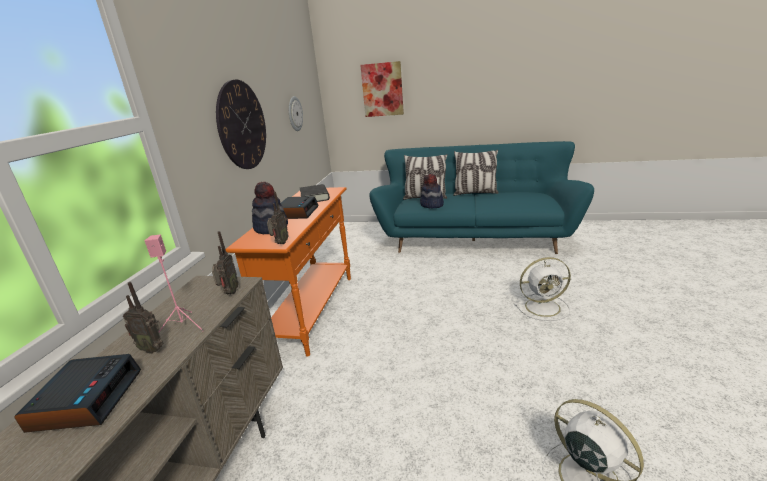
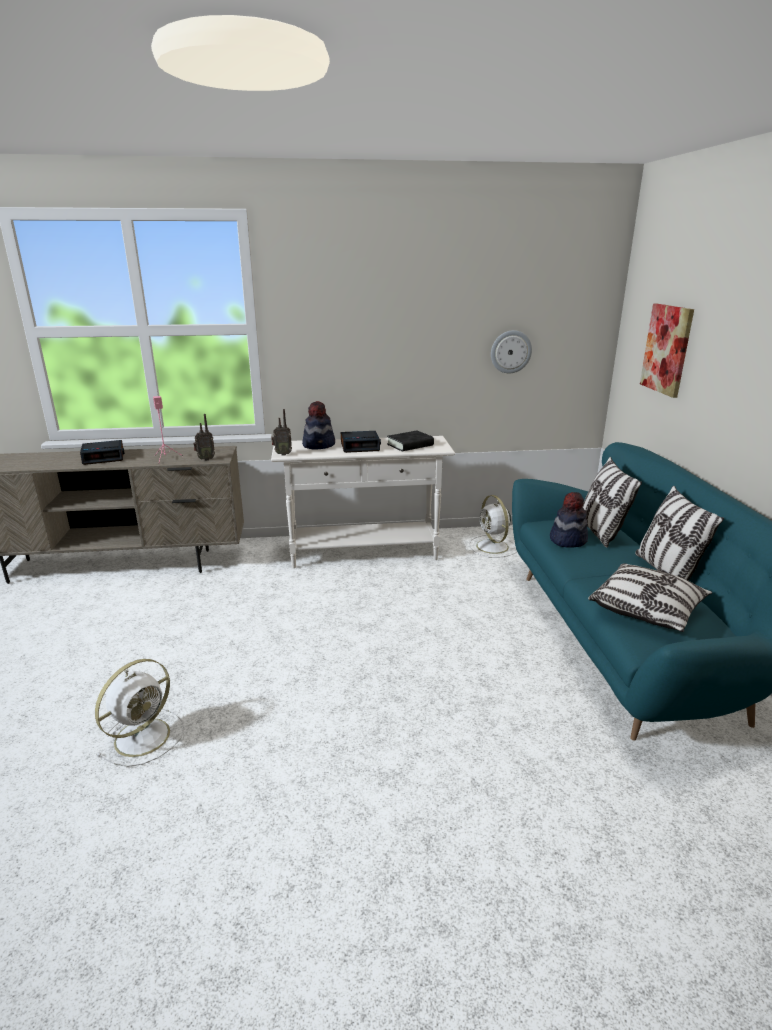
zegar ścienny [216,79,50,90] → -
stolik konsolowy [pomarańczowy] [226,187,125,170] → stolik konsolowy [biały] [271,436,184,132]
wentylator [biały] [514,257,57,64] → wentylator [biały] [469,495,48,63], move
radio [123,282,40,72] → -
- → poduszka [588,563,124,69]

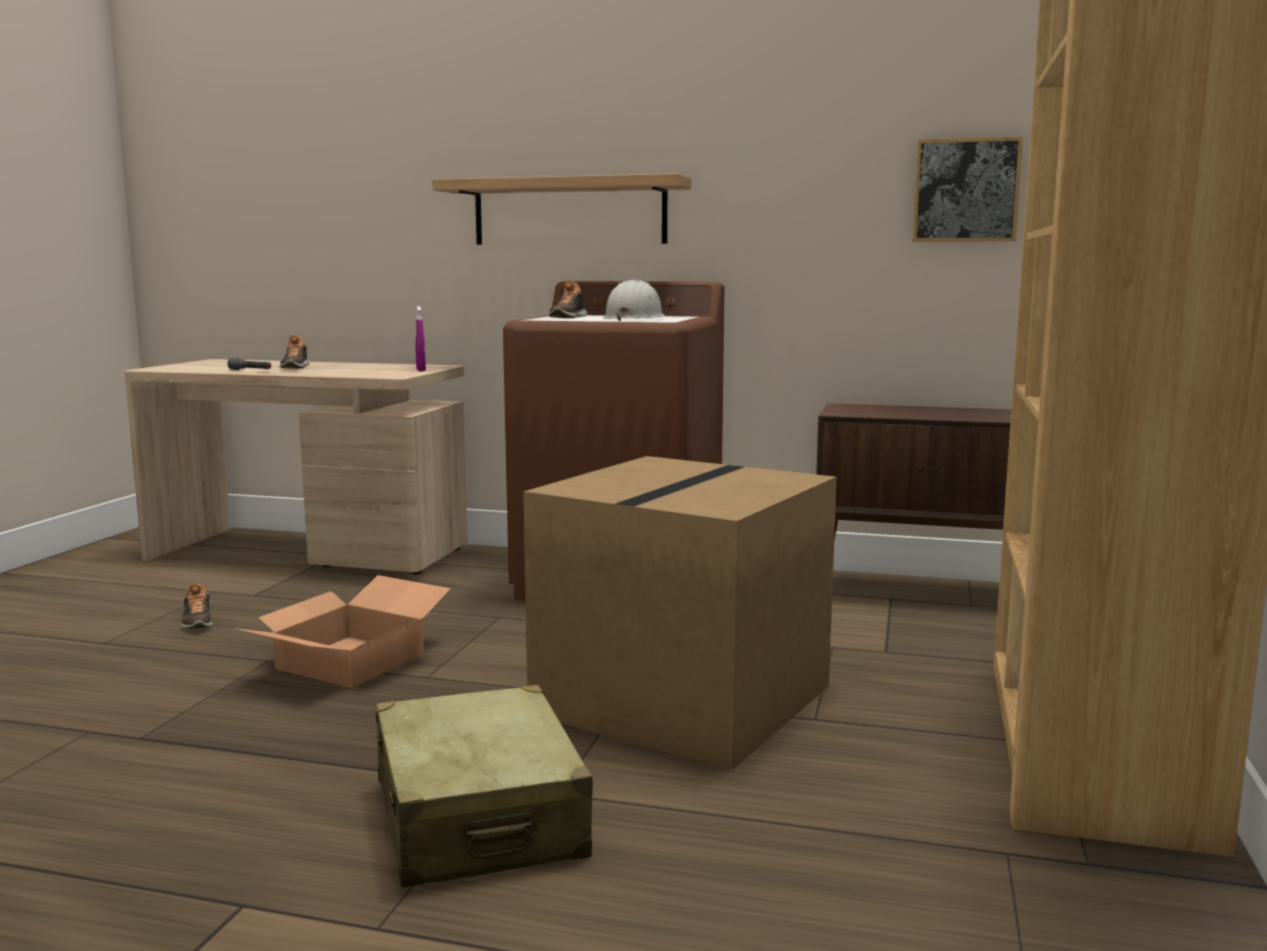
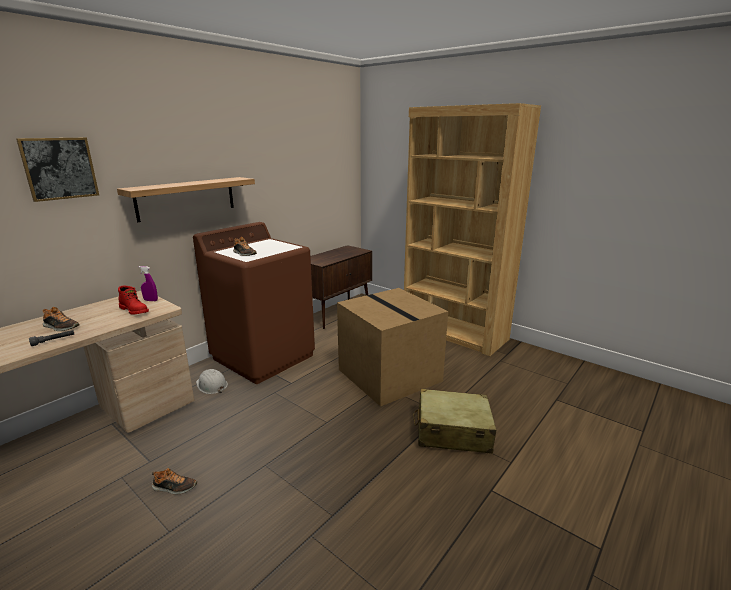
obraz [913,136,110,106] → obraz [16,137,83,65], move
kask [biały] [603,280,62,41] → kask [biały] [196,369,32,25], move
karton [233,575,218,113] → -
- → but z cholewką [czerwony] [118,286,31,29]

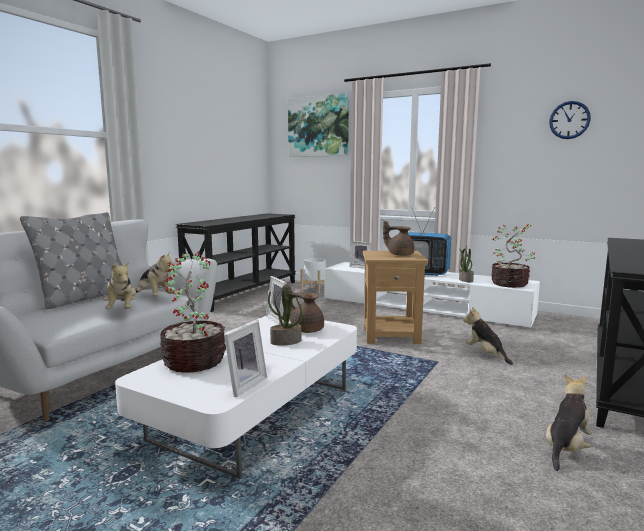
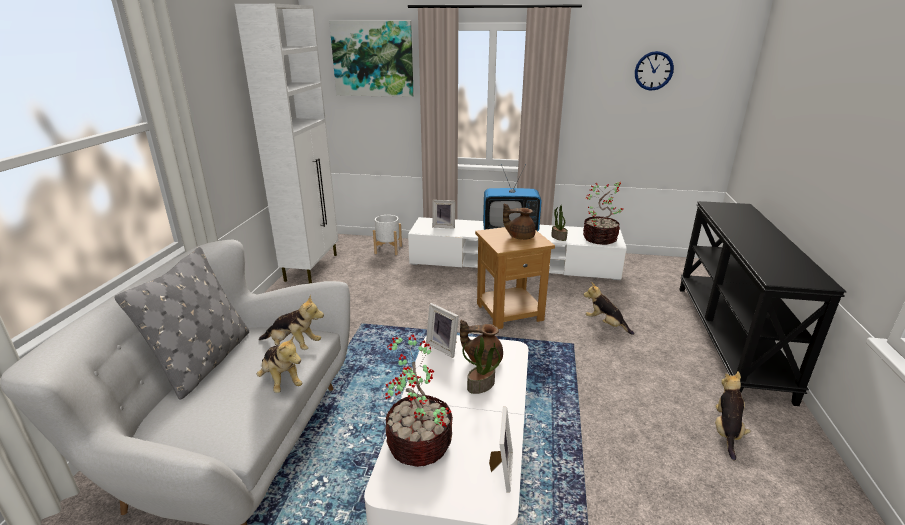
stolik konsolowy [czarny] [176,213,120,99] → szafka [biały] [235,4,103,279]

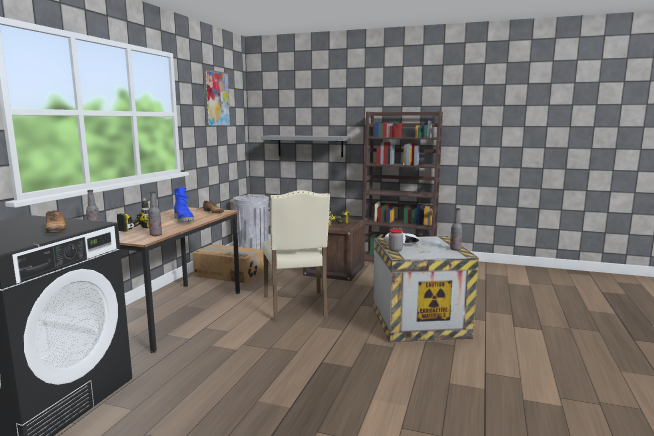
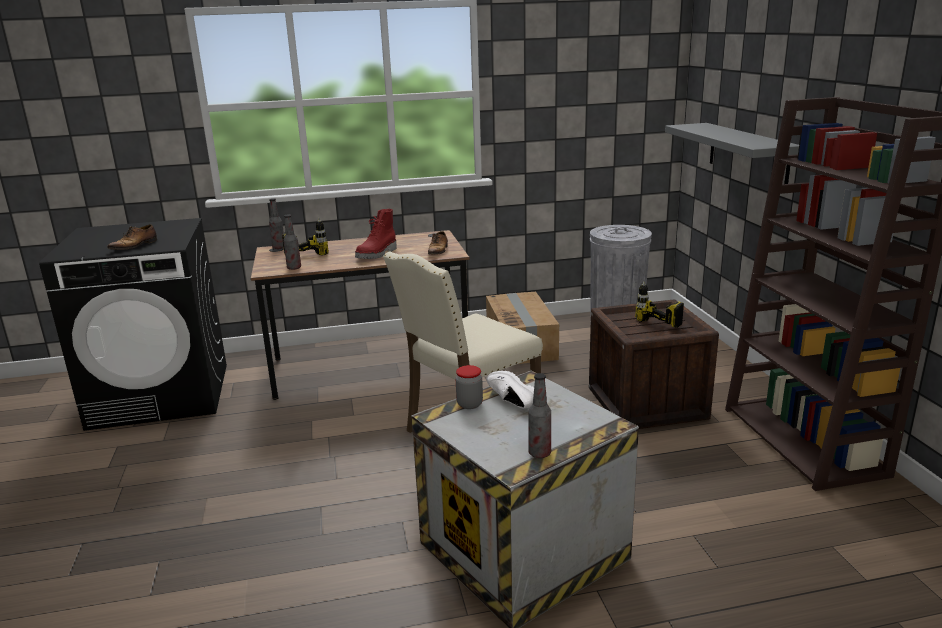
obraz [203,69,27,58] → -
but z cholewką [niebieski] [174,187,20,35] → but z cholewką [czerwony] [355,209,42,50]

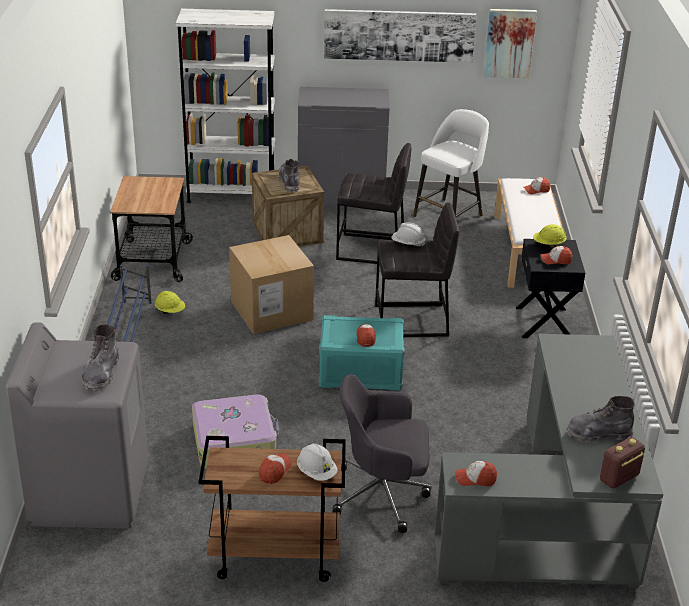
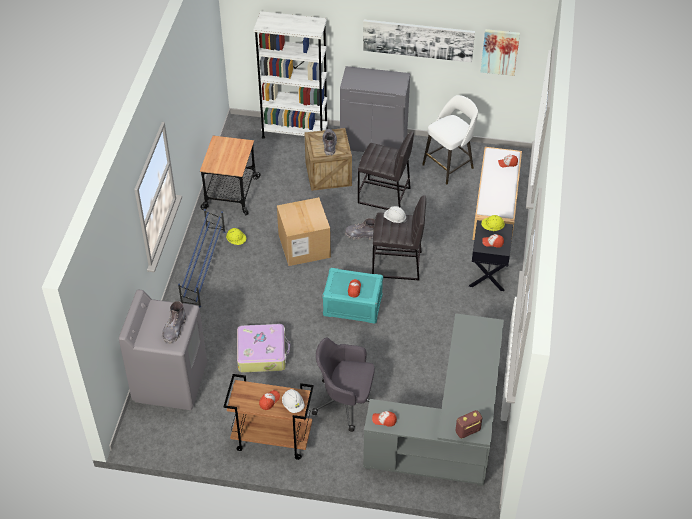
but z cholewką [szary] [567,396,68,47] → but z cholewką [szary] [345,218,30,22], move

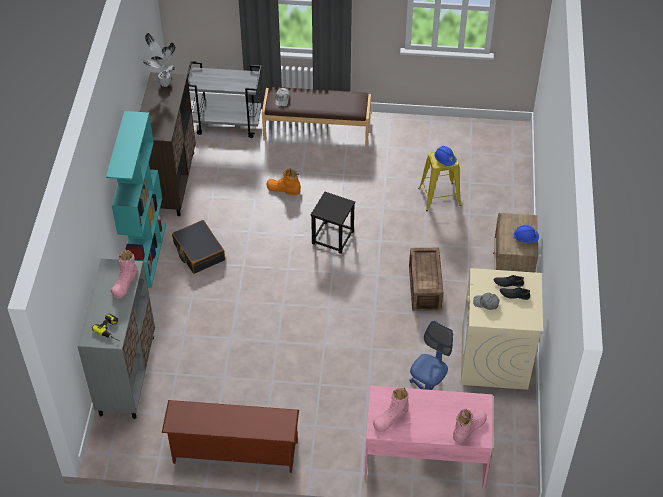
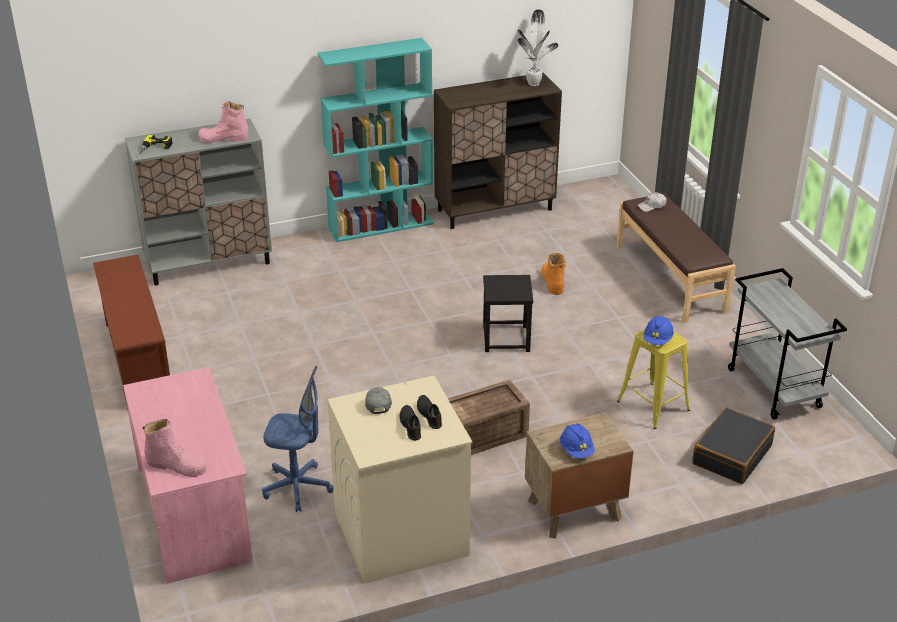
wózek [szary] [187,61,75,77] → wózek [szary] [728,268,119,152], move
walizka [czarny] [172,220,53,54] → walizka [czarny] [692,408,83,76], move
but z cholewką [różowy] [373,388,36,44] → -

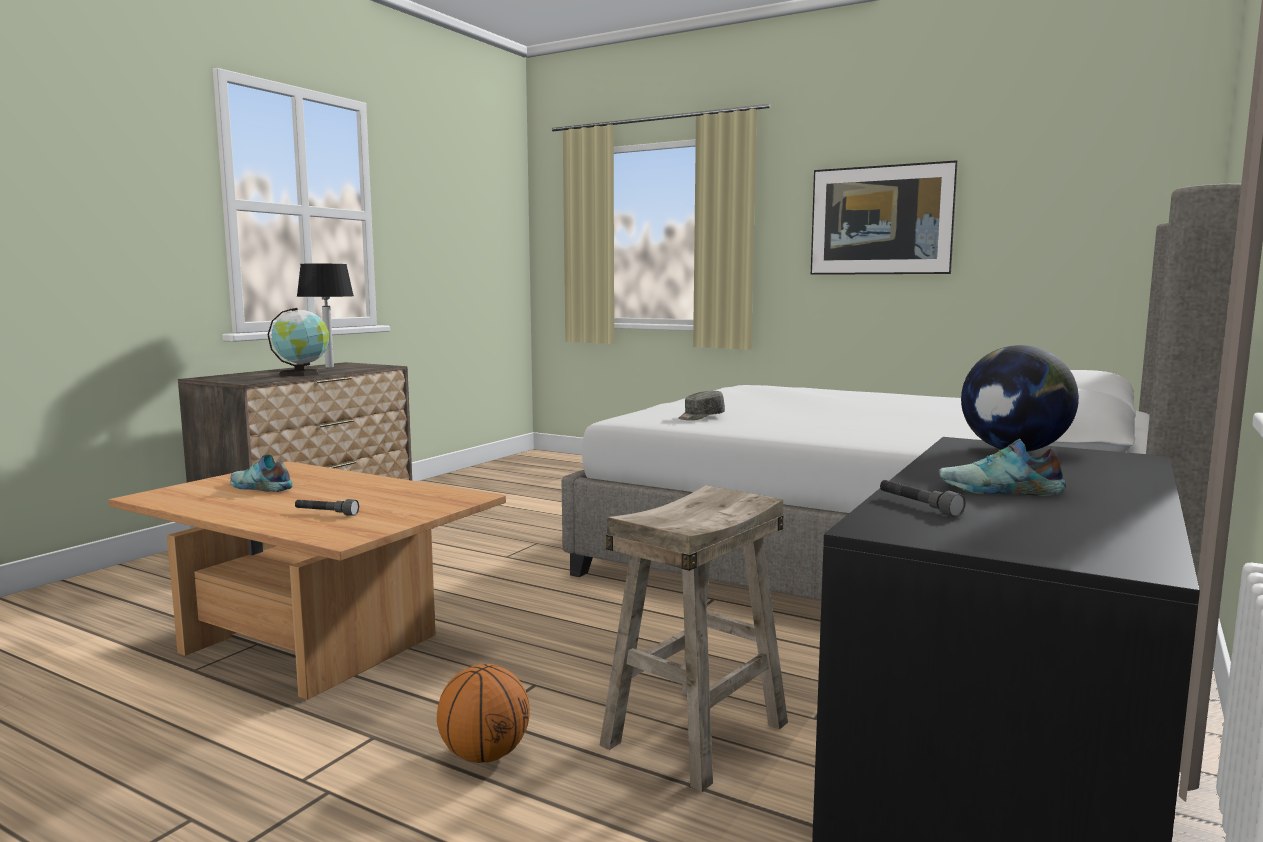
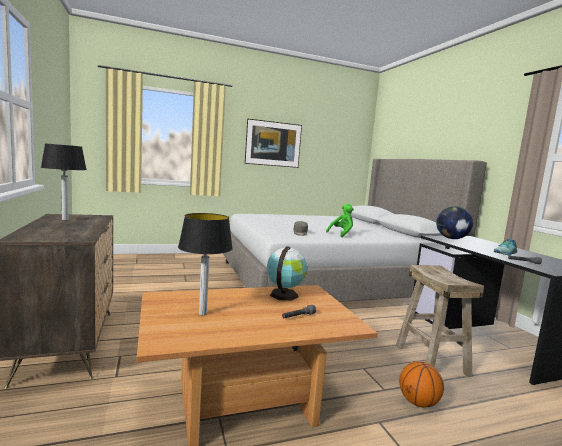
globus [267,308,62,68] → globus [267,246,40,55], move
but [230,454,63,38] → lampa stołowa [178,213,55,102]
- → pluszak [zielony] [326,204,28,33]

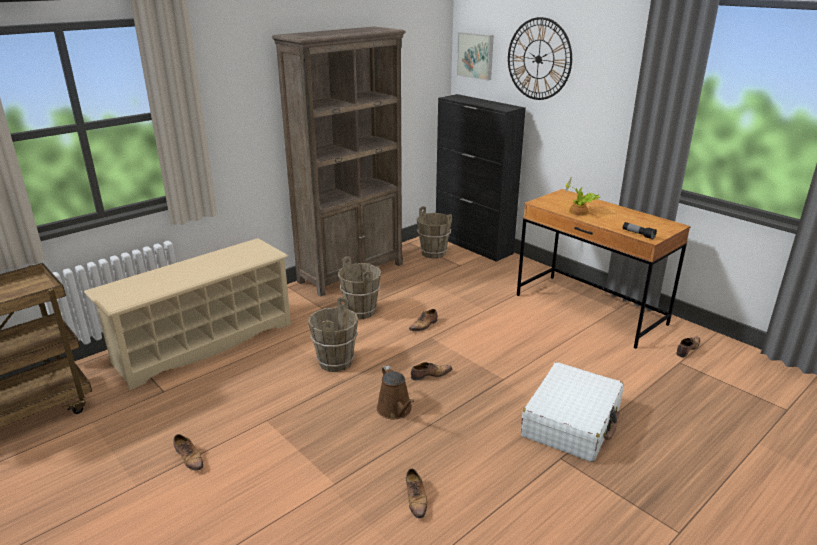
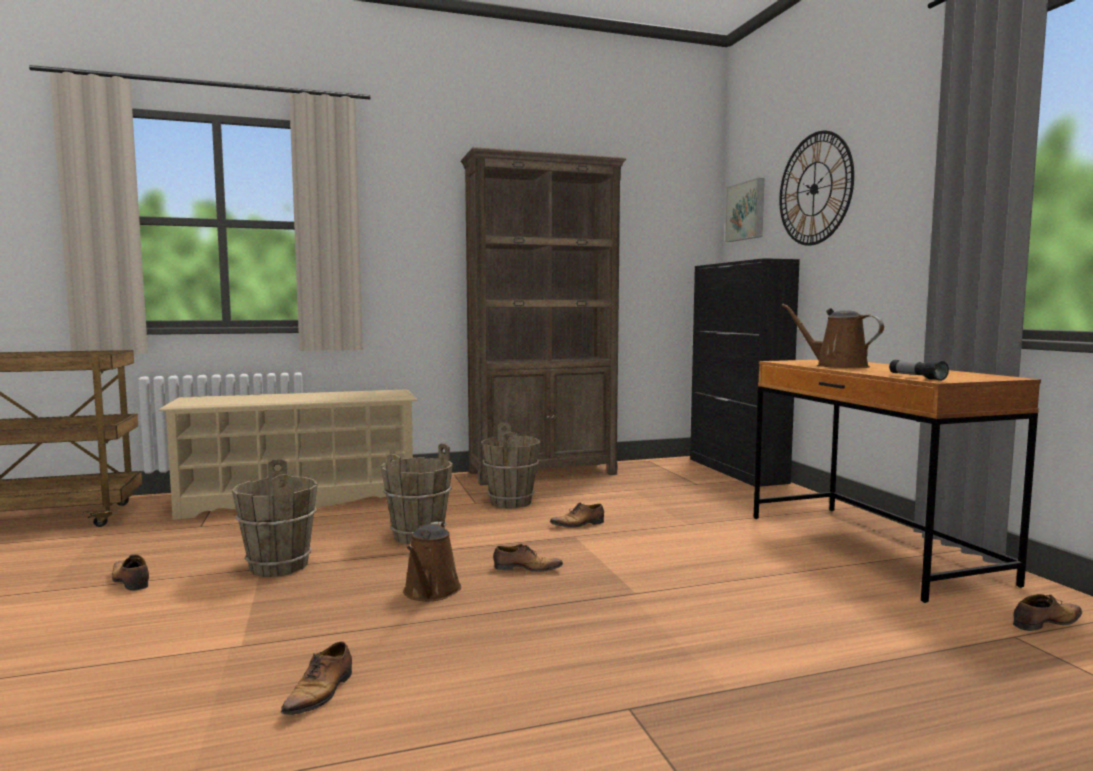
roślina doniczkowa [565,178,35,38] → konewka [brązowy] [781,304,103,64]
wiadro [brązowy] [417,206,35,52] → wiadro [brązowy] [232,459,86,118], move
walizka [biały] [521,362,103,100] → -
but [173,434,30,37] → but [112,554,37,37], 150 degrees clockwise

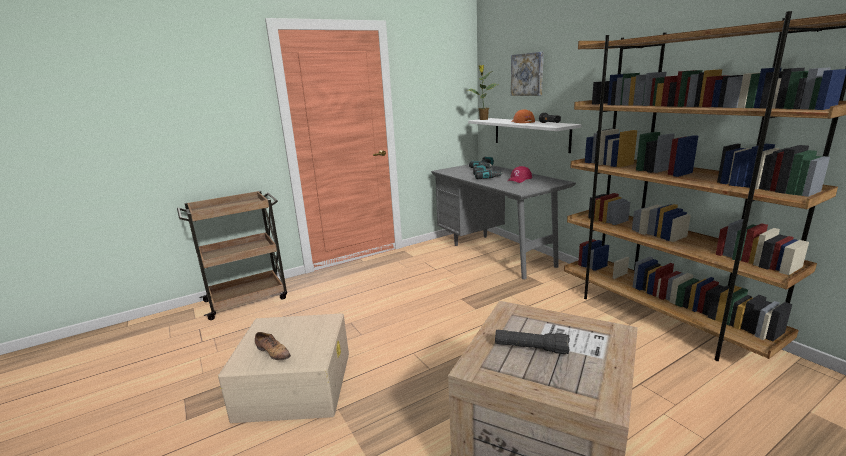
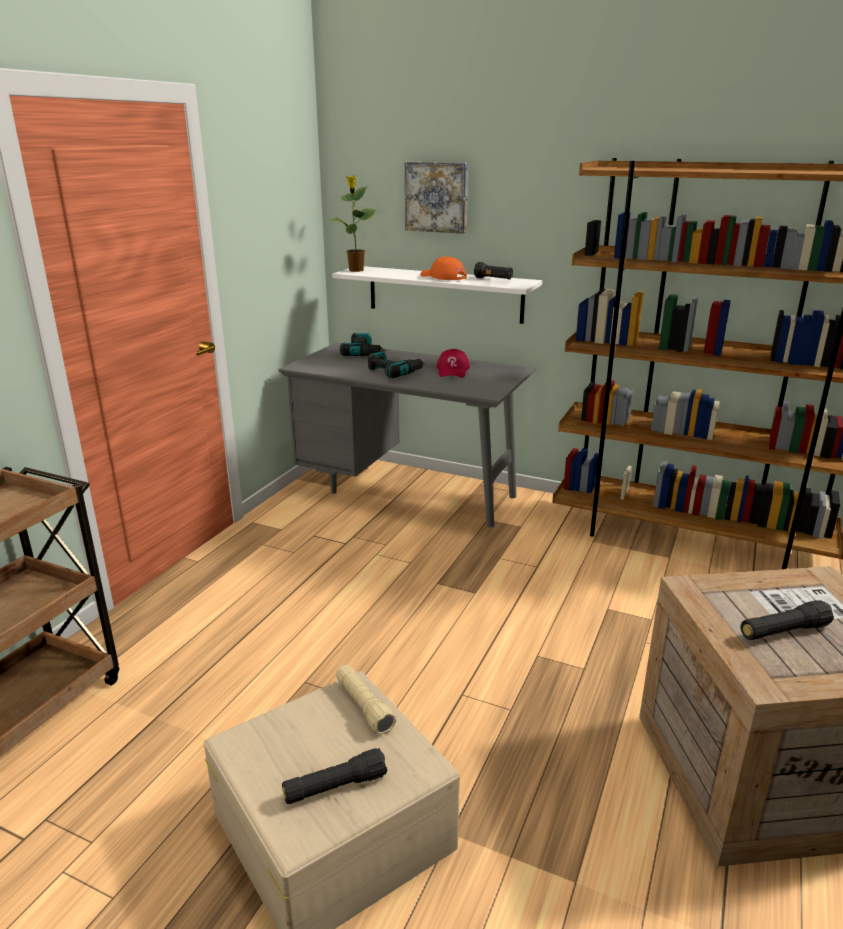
but [255,332,36,28] → latarka [czarny] [282,748,105,56]
- → latarka [beżowy] [336,665,60,70]

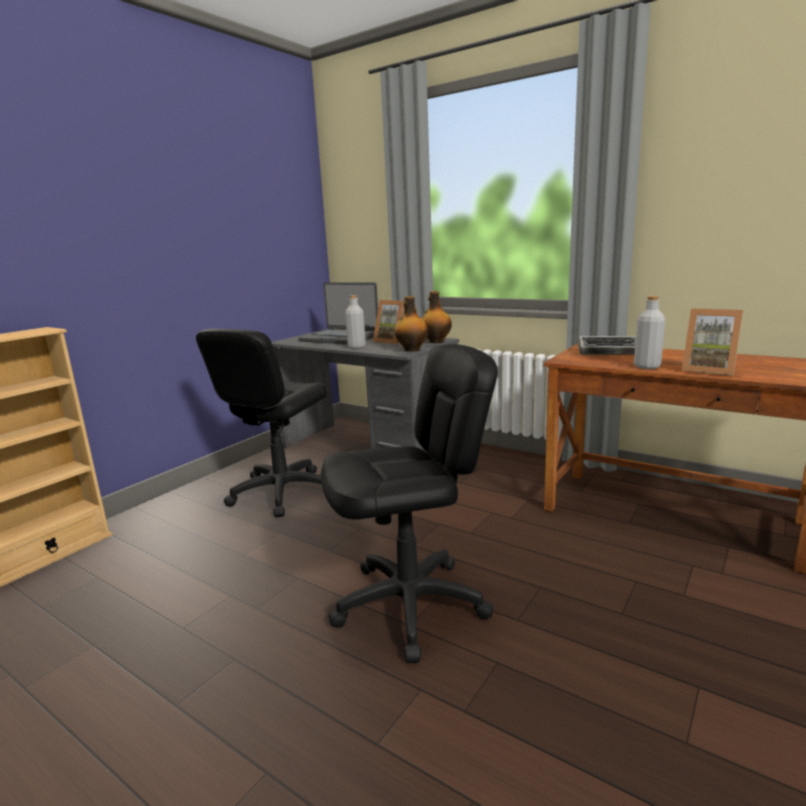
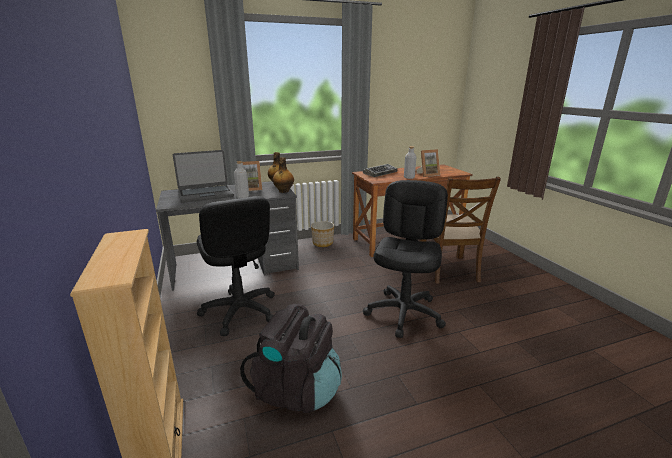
- → krzesło [brązowy] [420,177,81,107]
- → donica [311,221,23,26]
- → plecak [czarny] [240,304,102,109]

